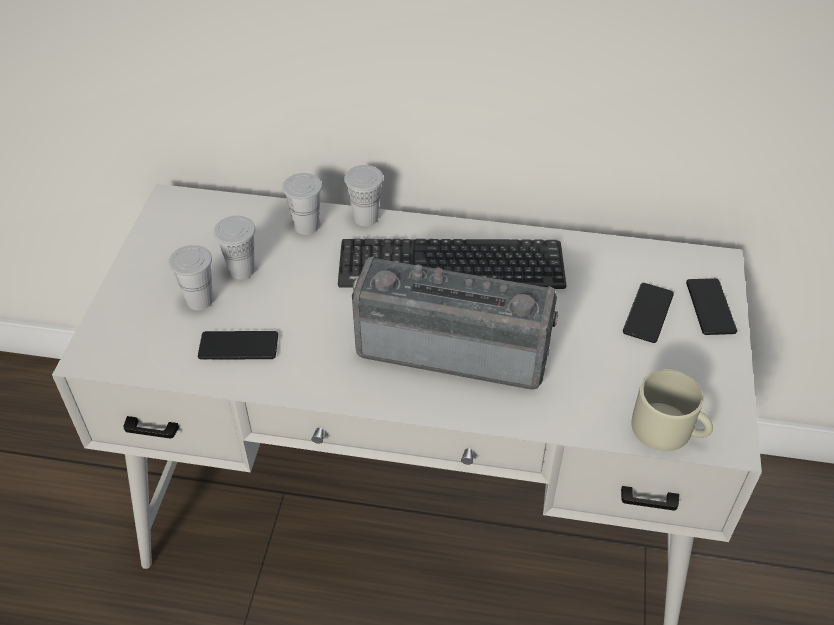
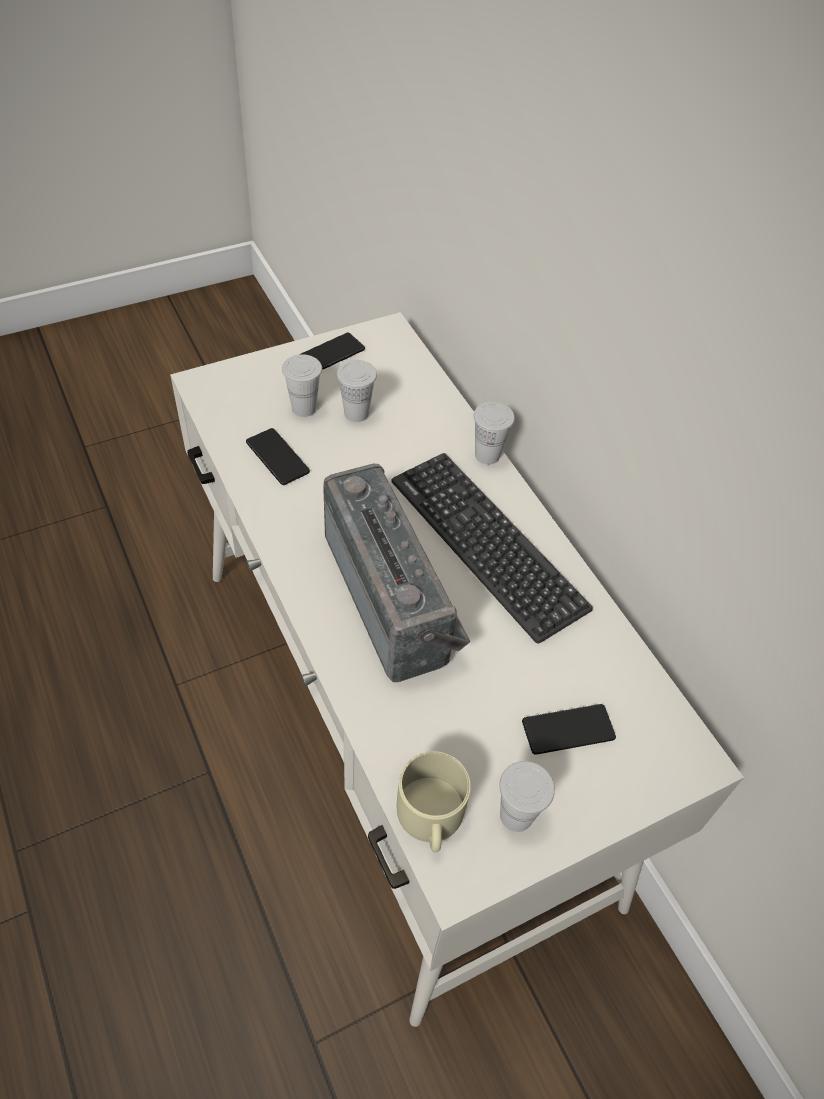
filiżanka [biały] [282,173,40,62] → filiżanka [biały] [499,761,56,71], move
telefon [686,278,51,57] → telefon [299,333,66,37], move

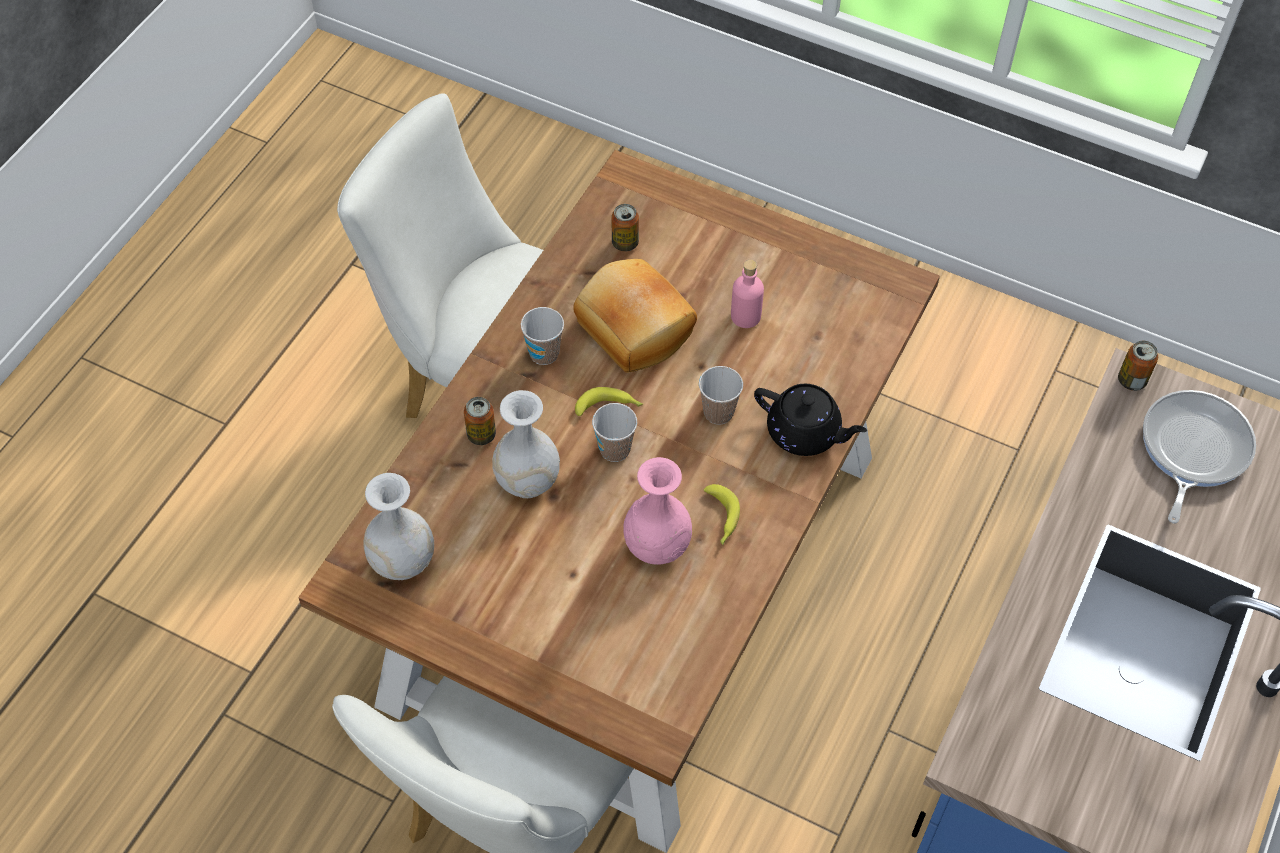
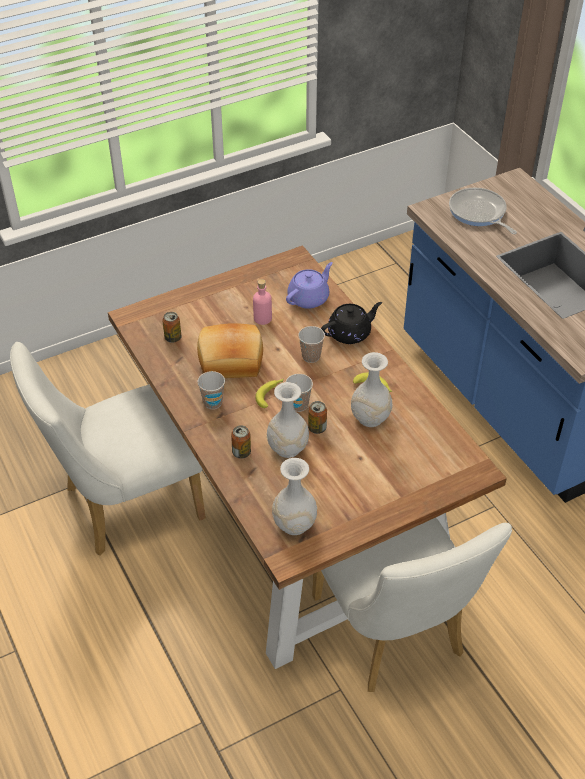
puszka [1118,341,40,50] → puszka [308,401,19,33], move
wazon [różowy] [623,457,69,108] → wazon [biały] [351,352,41,75]
- → imbryk [fioletowy] [286,262,47,47]

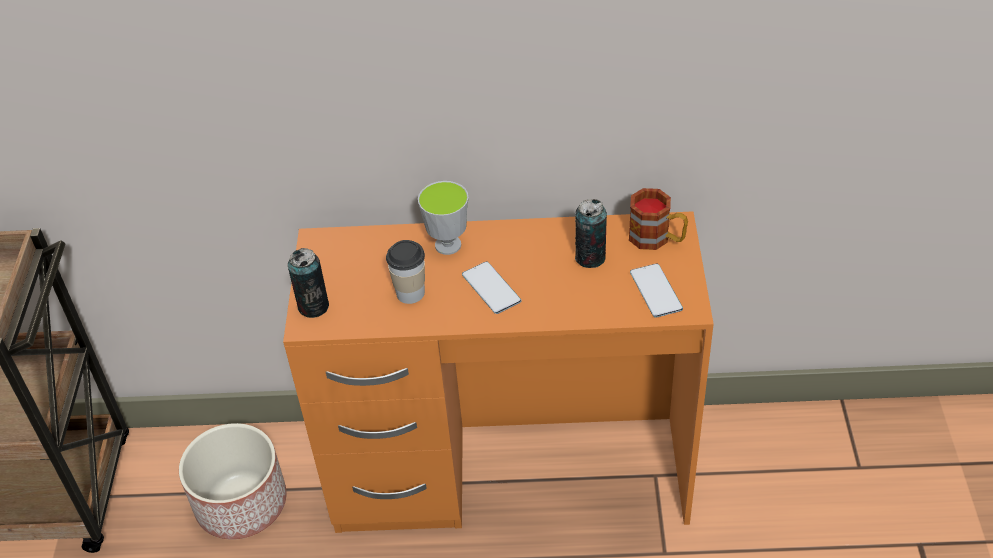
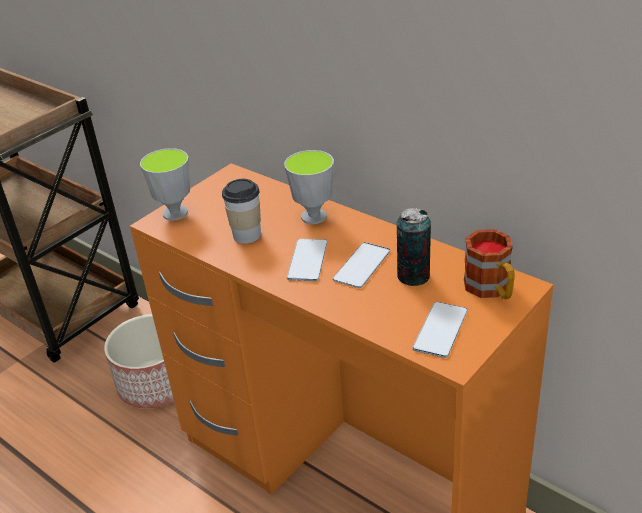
puszka [288,248,41,70] → filiżanka [140,148,50,73]
- → telefon [333,242,57,46]

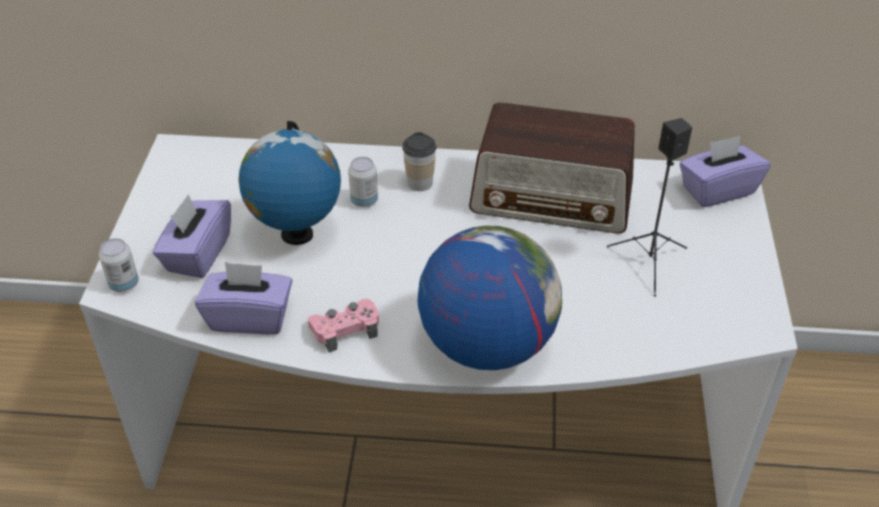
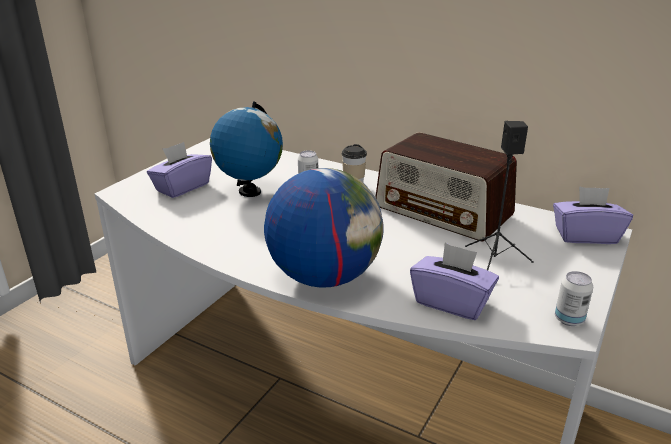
puszka [99,238,40,54] → puszka [555,271,38,55], move
pudełko chusteczek [fioletowy] [195,262,97,72] → pudełko chusteczek [fioletowy] [410,243,89,77], move
pad do gier [różowy] [308,299,71,53] → -

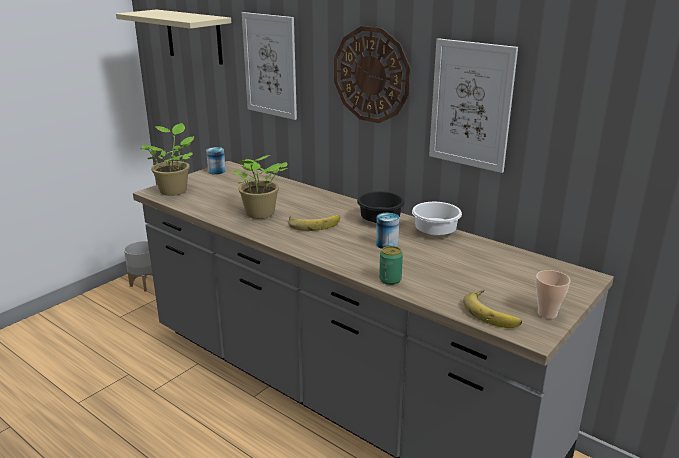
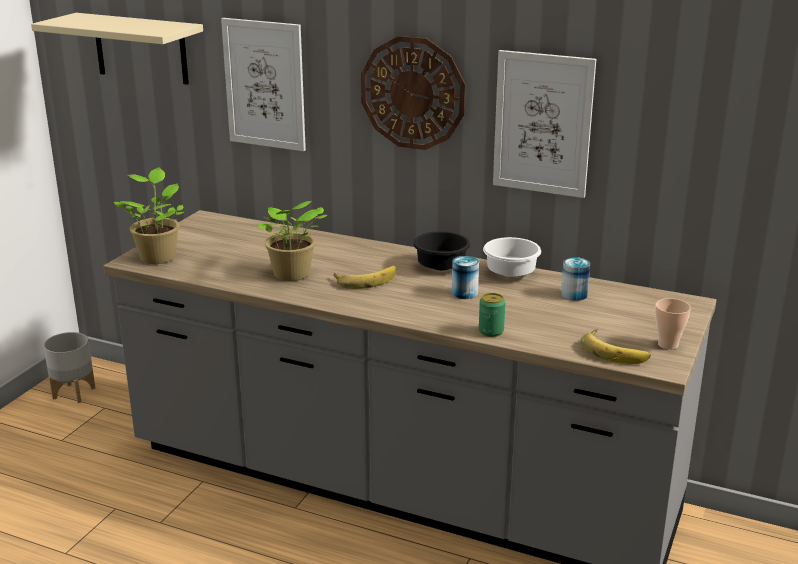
puszka [206,147,20,28] → puszka [561,257,29,44], move

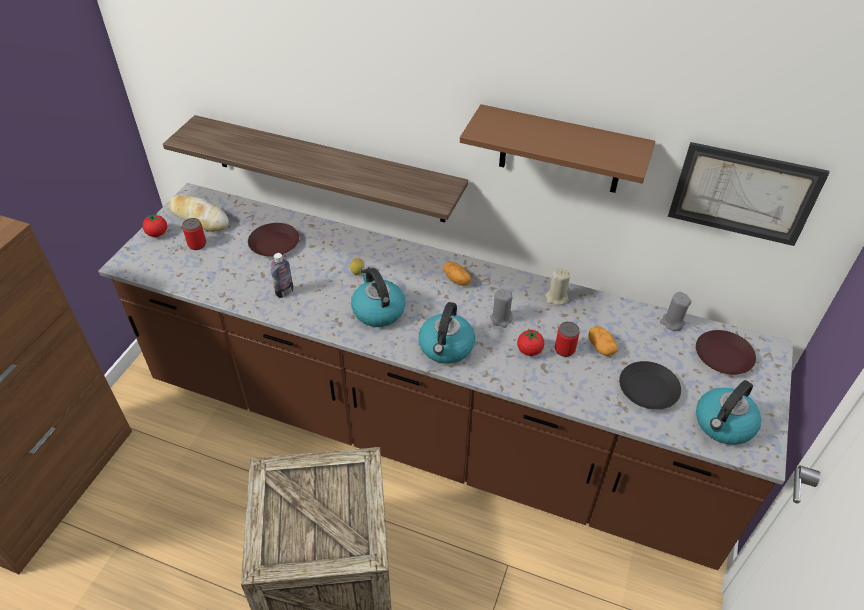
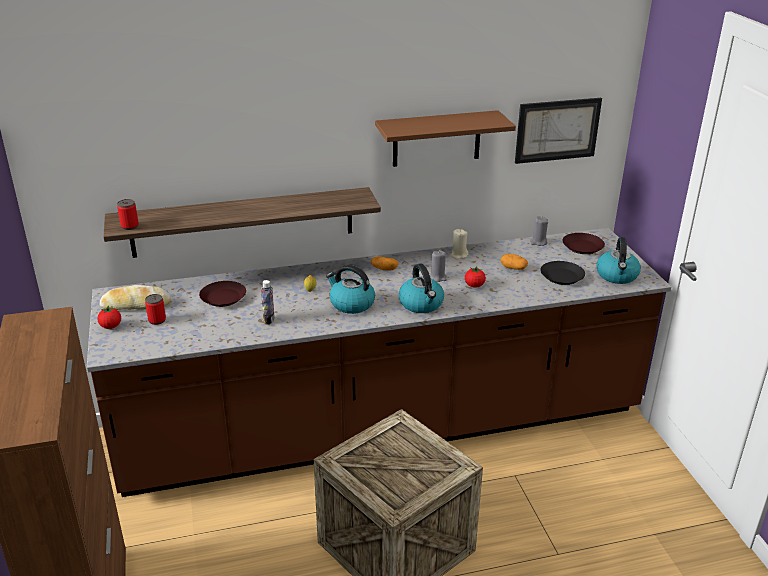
puszka [555,322,25,35] → puszka [117,199,22,31], move

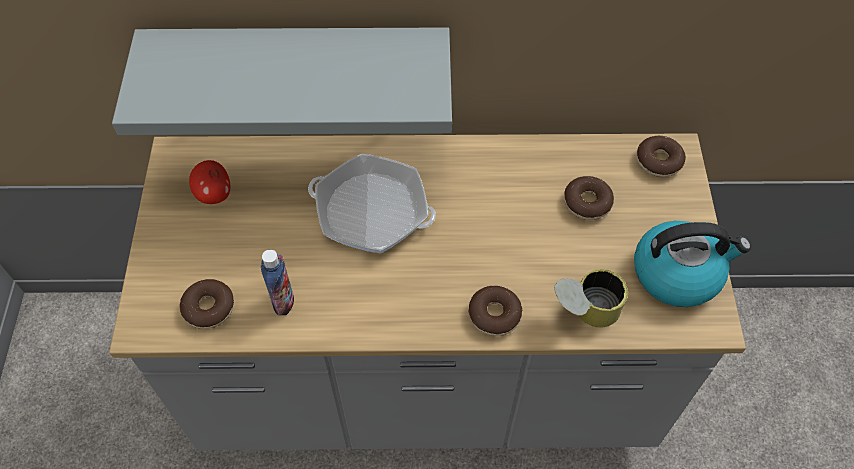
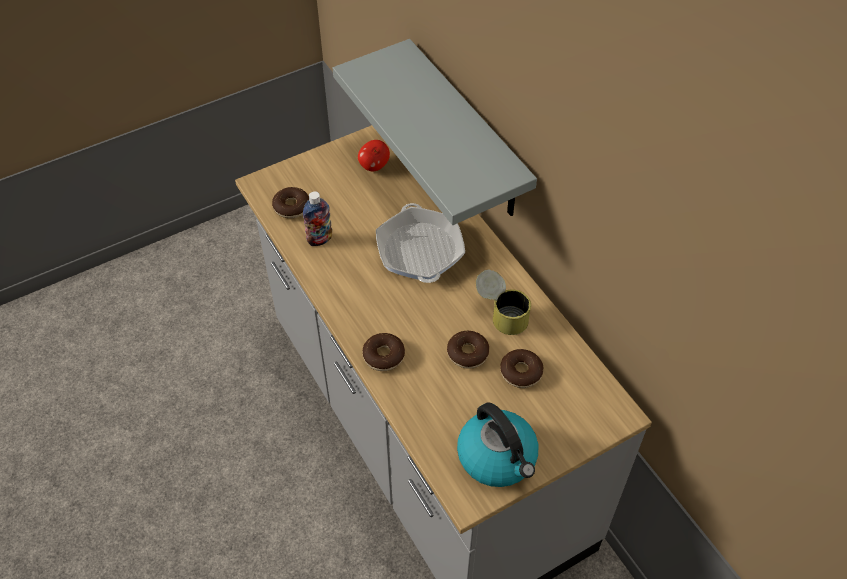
donut [636,136,50,41] → donut [447,331,42,38], move
puszka [554,269,74,59] → puszka [476,270,55,65], move

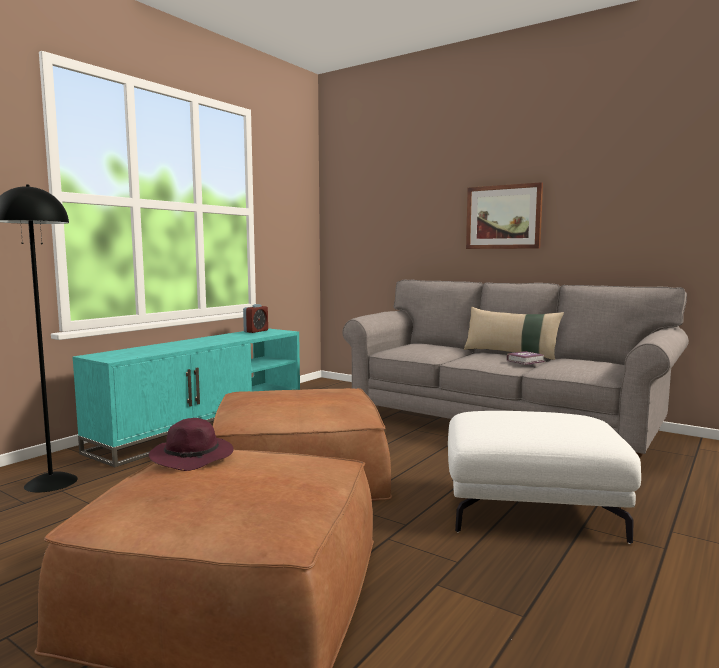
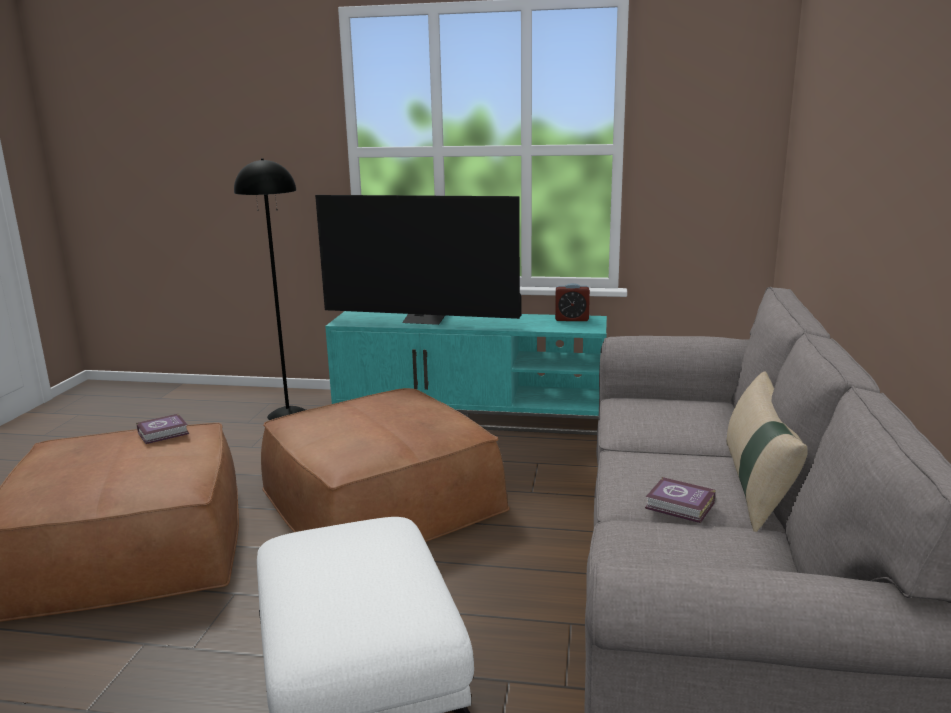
obraz [466,182,77,67] → -
kapelusz [fioletowy] [149,418,85,53] → książka [136,414,53,30]
- → telewizor [315,195,207,130]

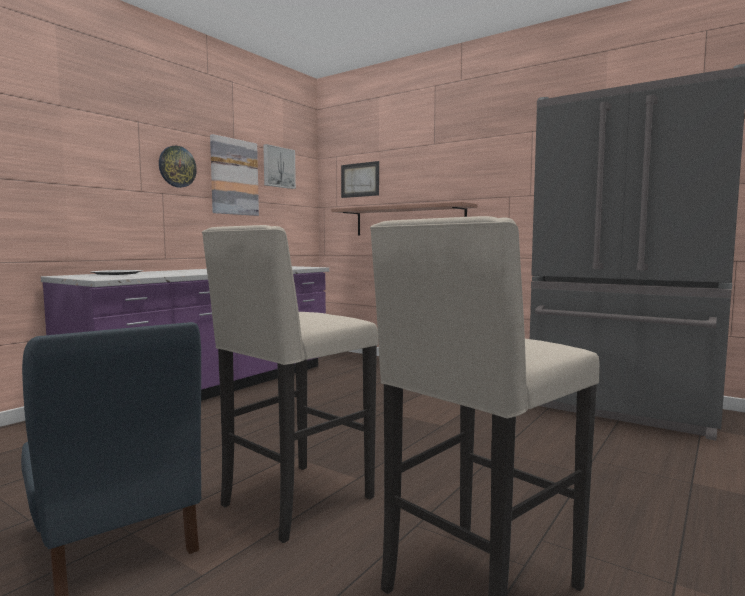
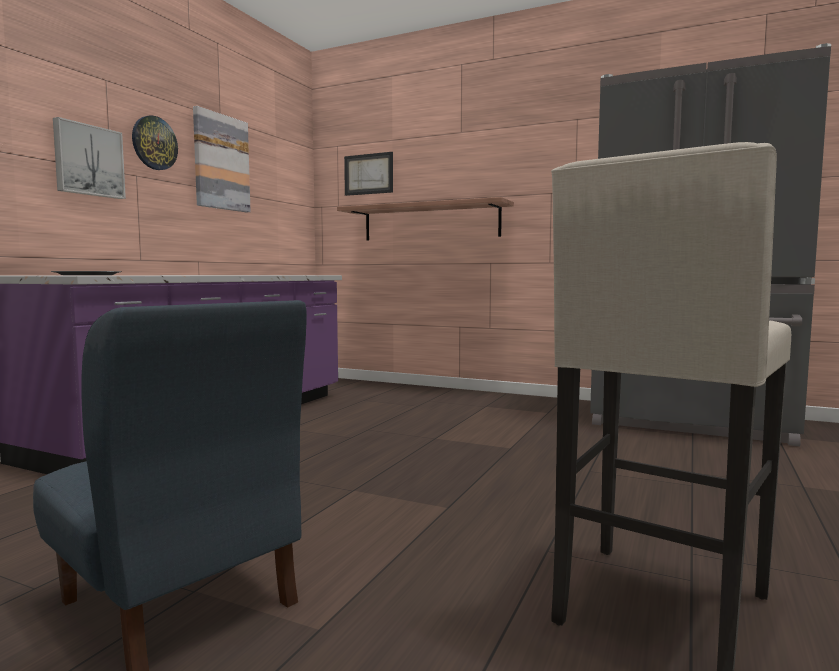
obraz [263,144,33,45] → obraz [53,117,73,82], move
stołek [beżowy] [202,225,176,318] → -

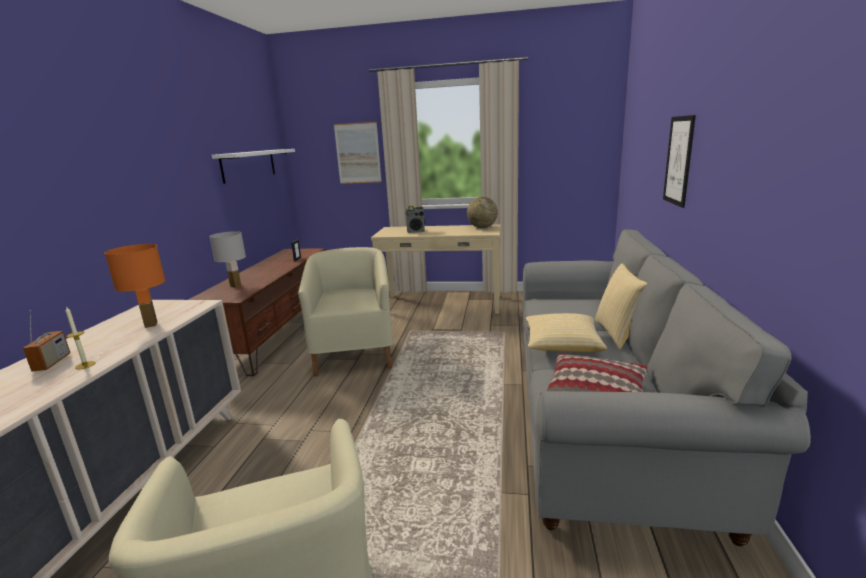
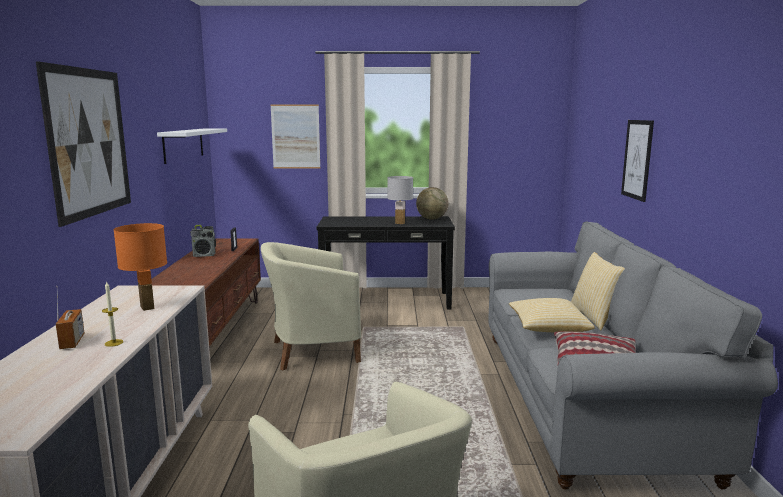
radio [405,206,21,27] → radio [190,225,26,32], move
stolik konsolowy [beżowy] [371,225,130,89] → stolik konsolowy [czarny] [317,216,138,93]
lampa stołowa [biały] [209,231,37,57] → lampa stołowa [biały] [387,176,26,48], move
fotel [beżowy] [298,247,95,130] → fotel [beżowy] [261,242,101,128], 90 degrees counterclockwise
- → obraz [36,61,95,166]

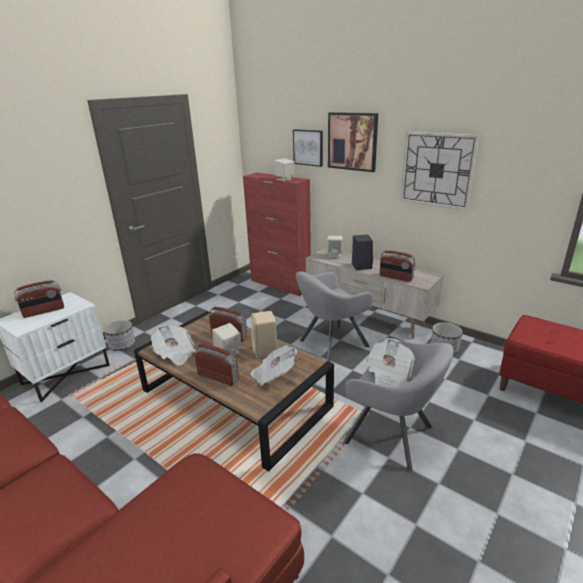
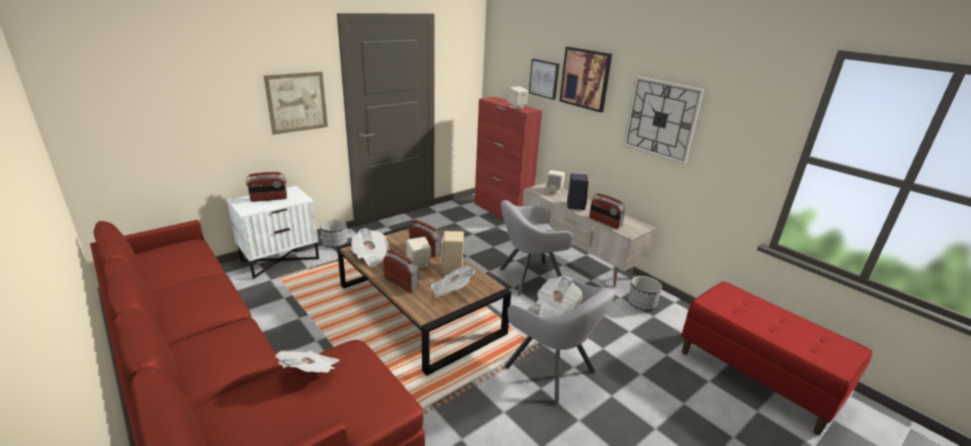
- → obraz [264,72,64,63]
- → gazeta [275,350,65,23]

